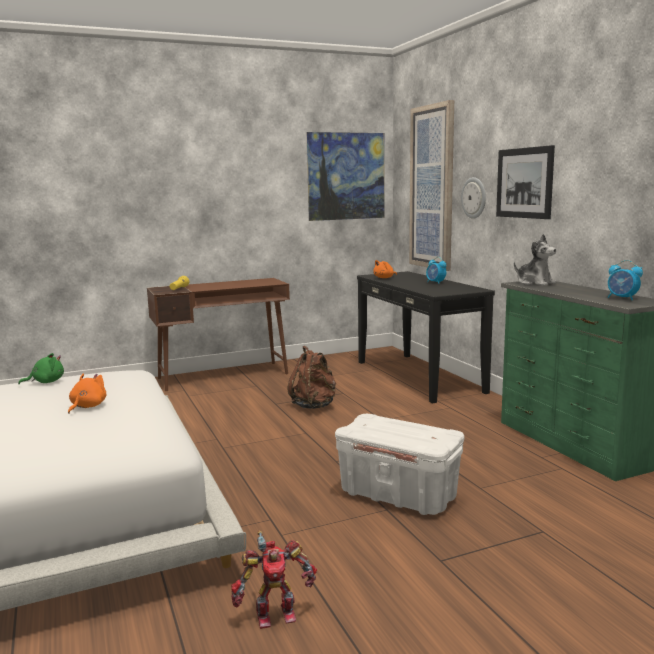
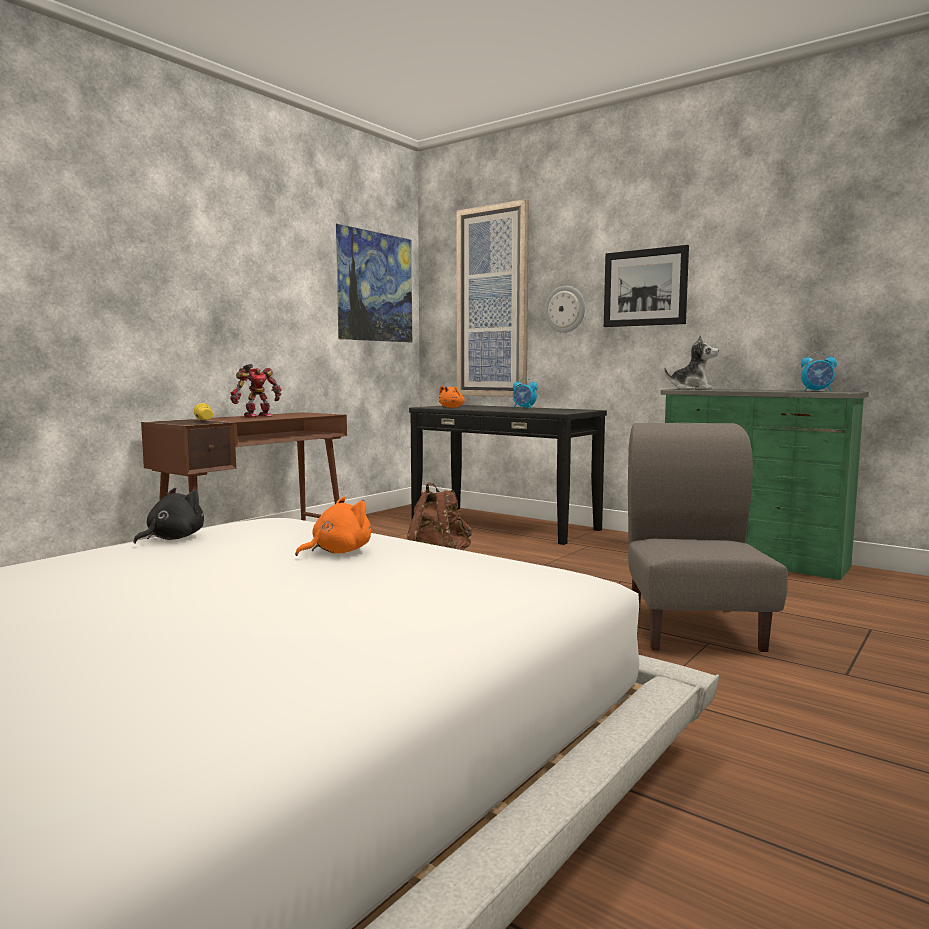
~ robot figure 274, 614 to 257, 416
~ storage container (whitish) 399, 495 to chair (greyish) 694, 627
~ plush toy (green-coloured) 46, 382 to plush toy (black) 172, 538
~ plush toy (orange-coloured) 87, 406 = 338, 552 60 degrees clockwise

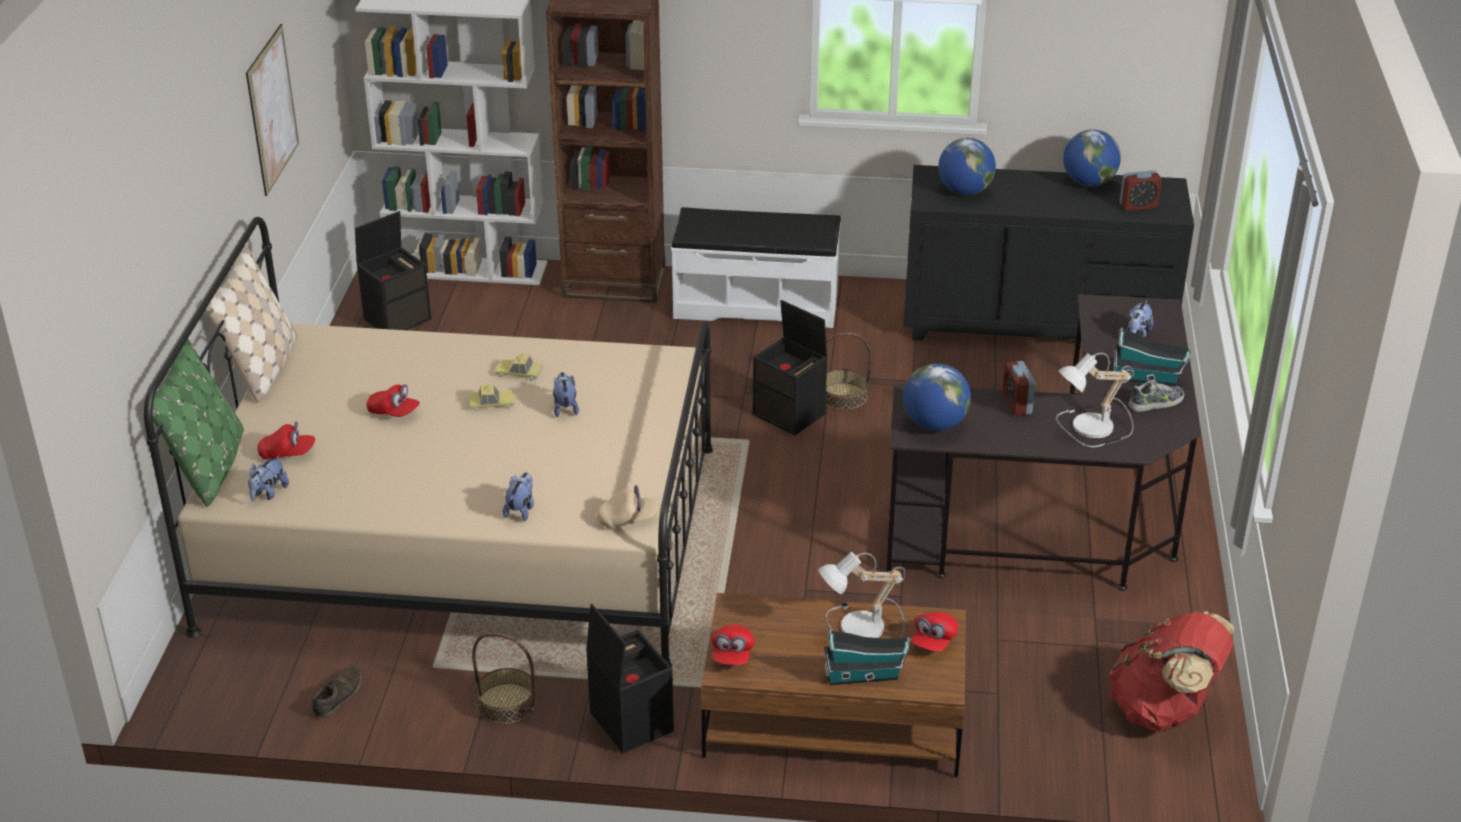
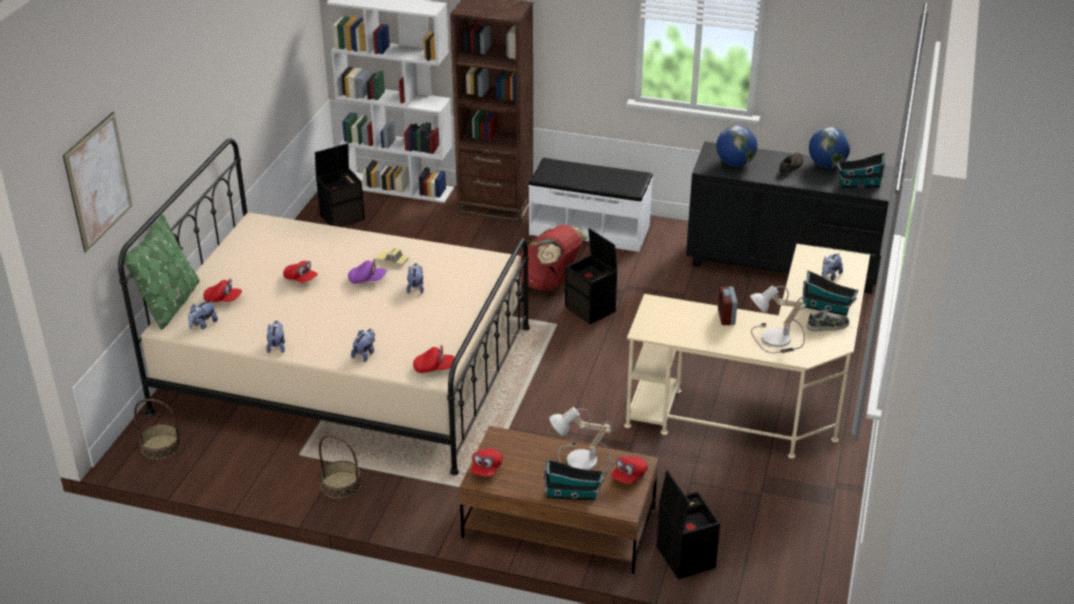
- throw pillow (beige) 262, 369
- desk globe 934, 424
+ plush toy 277, 346
~ wall art 272, 109 to 98, 181
~ shoe (brownish) 337, 696 to 791, 167
~ storage container (black) 629, 721 to 684, 556
~ basket 843, 396 to 161, 446
~ backpack (reddish) 1163, 710 to 550, 283
~ miniature car 491, 403 to peaked cap (purplish) 367, 280
~ bedside clock 1138, 206 to model house 857, 184
~ peaked cap (beige) 627, 519 to peaked cap (reddish) 434, 368
~ desk (black) 1062, 515 to desk (beige) 763, 400

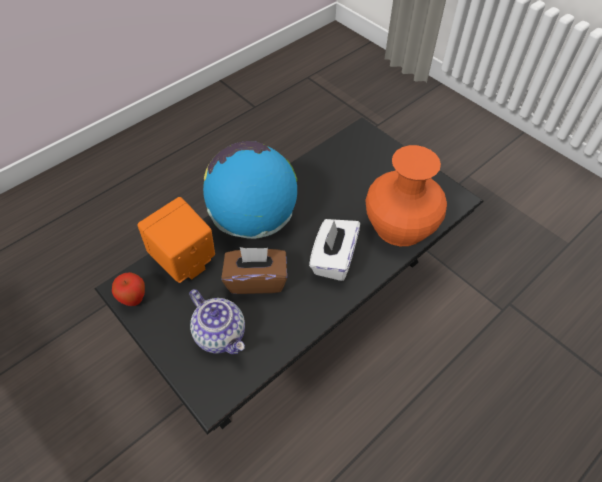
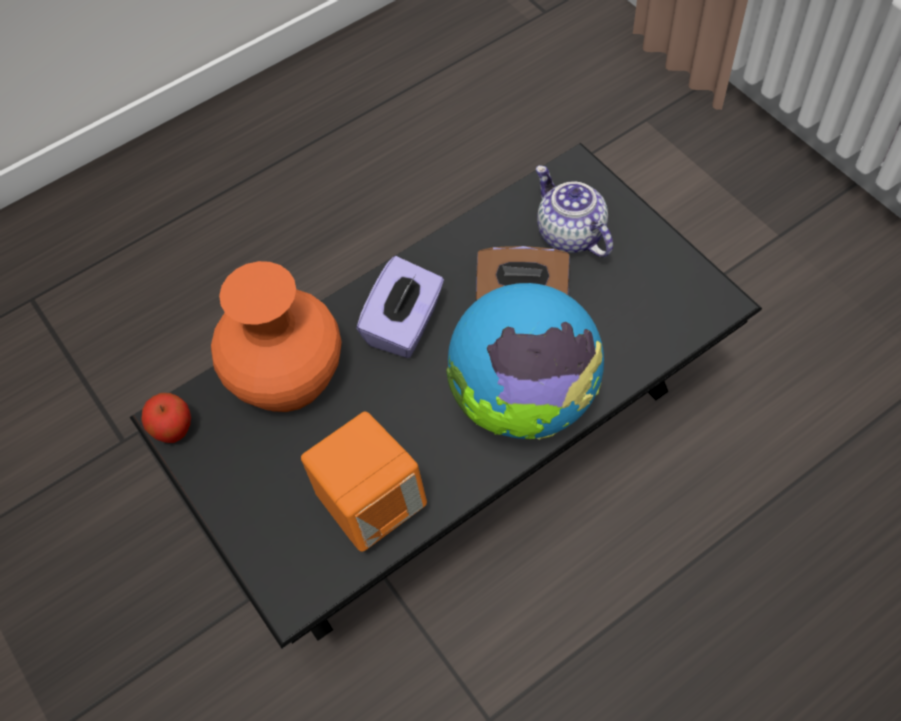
~ apple 134, 299 to 174, 432
~ speaker (orange-coloured) 185, 261 to 371, 505
~ tissue holder (whitish) 333, 259 to tissue holder (purplish) 404, 325

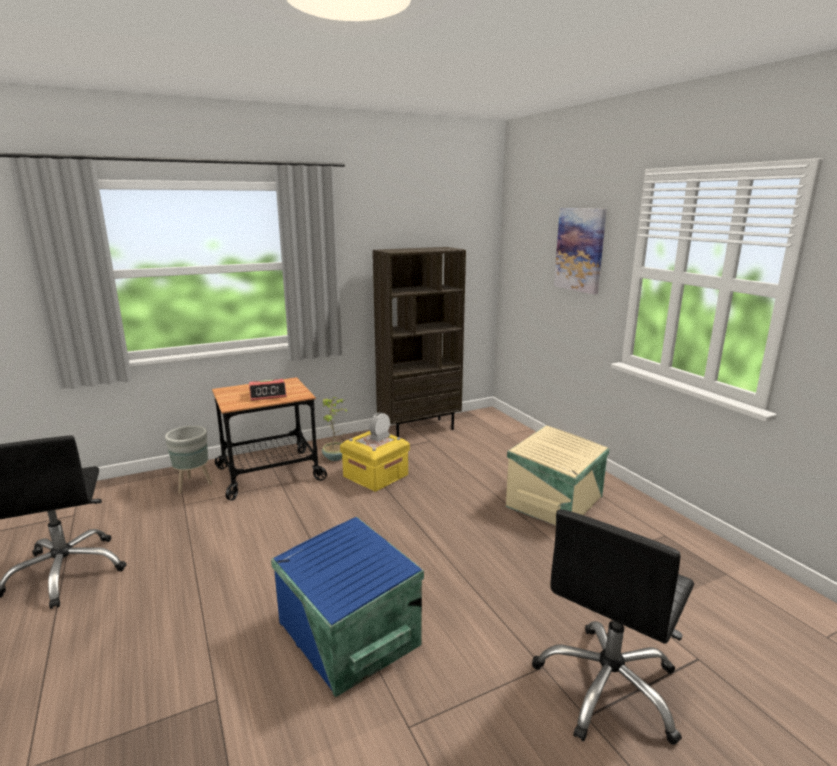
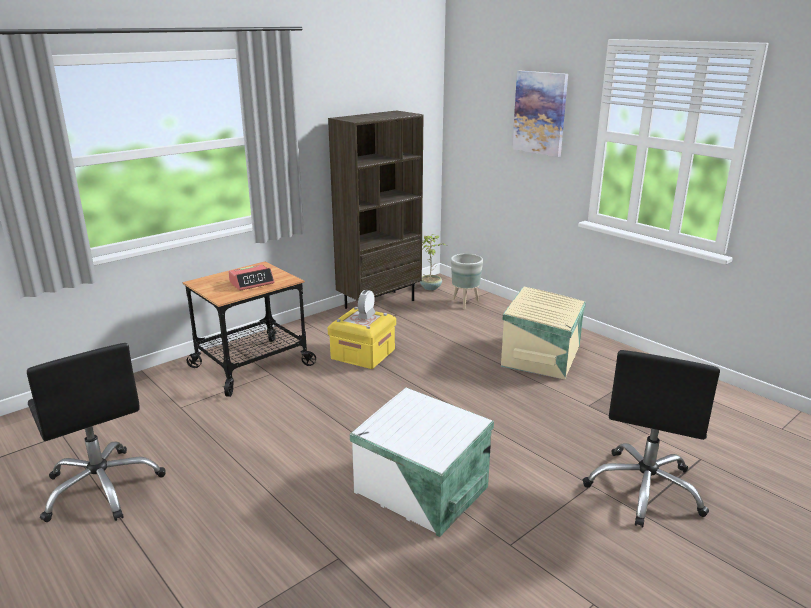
~ plant pot (greyish) 193, 485 to 465, 303
~ houseplant 336, 457 to 431, 287
~ storage container (blue) 347, 635 to storage container (whitish) 421, 491

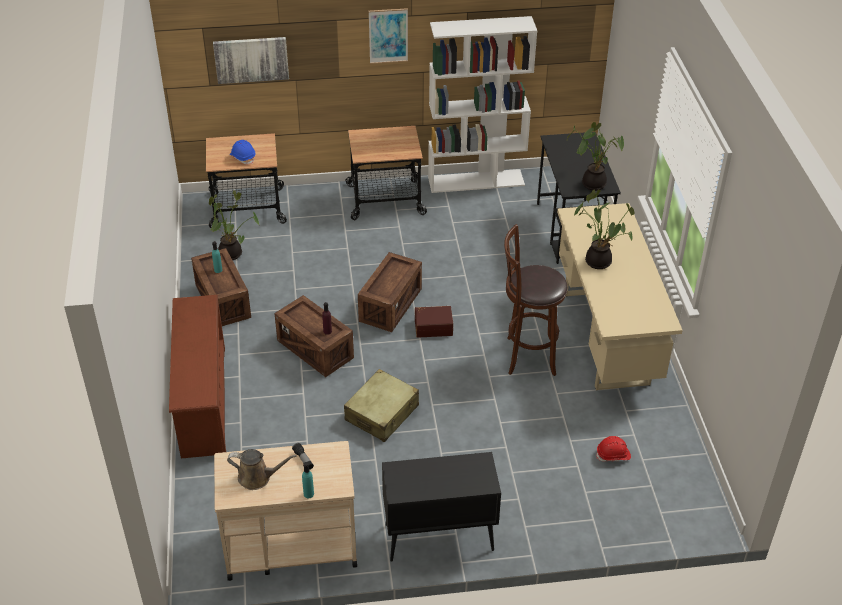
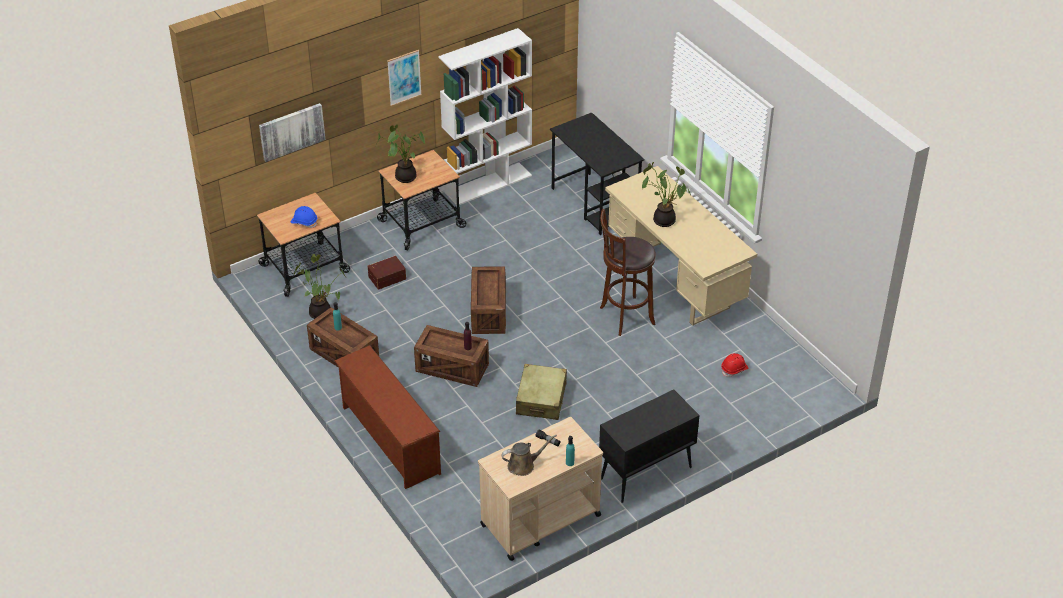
~ storage container (brownish) 433, 326 to 386, 277
~ houseplant 593, 183 to 404, 176

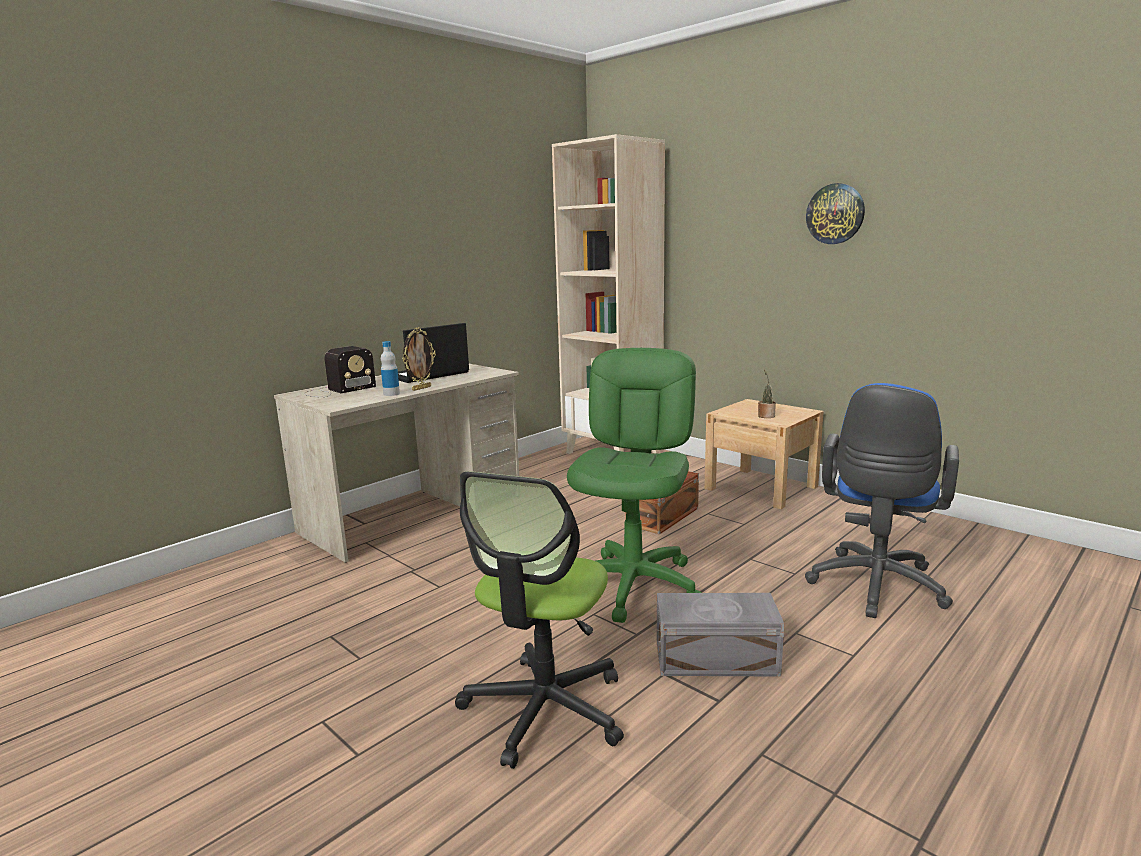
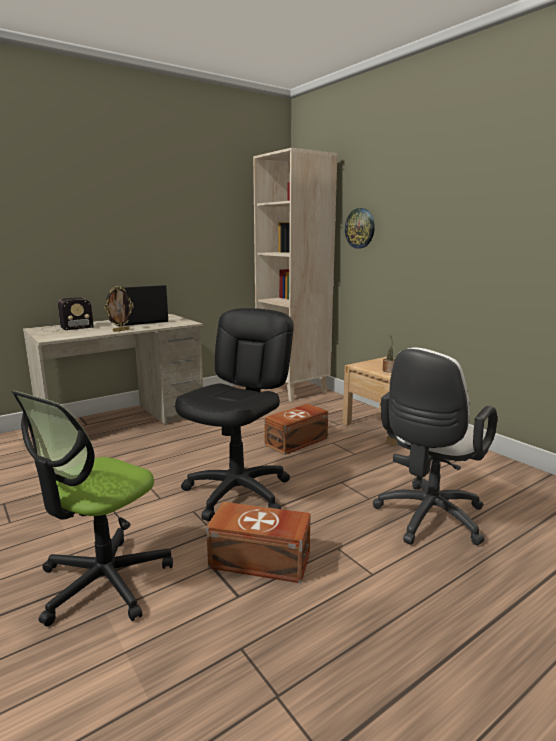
- beverage bottle 391, 394
~ clock on the wall 835, 214 to 360, 228
~ desk chair (green-coloured) 634, 585 to desk chair (black) 238, 492
~ storage container (greyish) 718, 659 to storage container (brownish) 261, 561
~ desk chair (blue) 875, 588 to desk chair (whitish) 427, 519

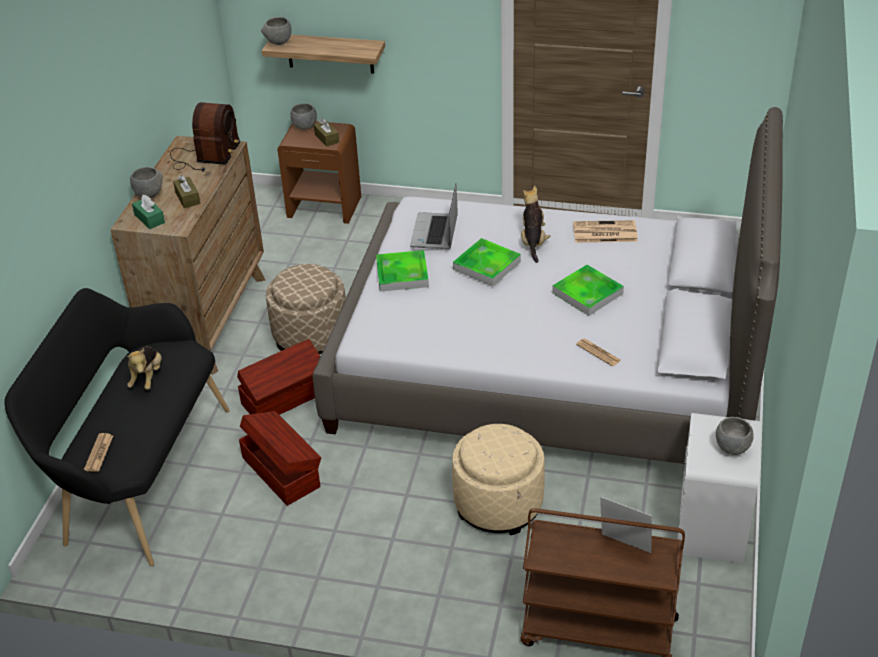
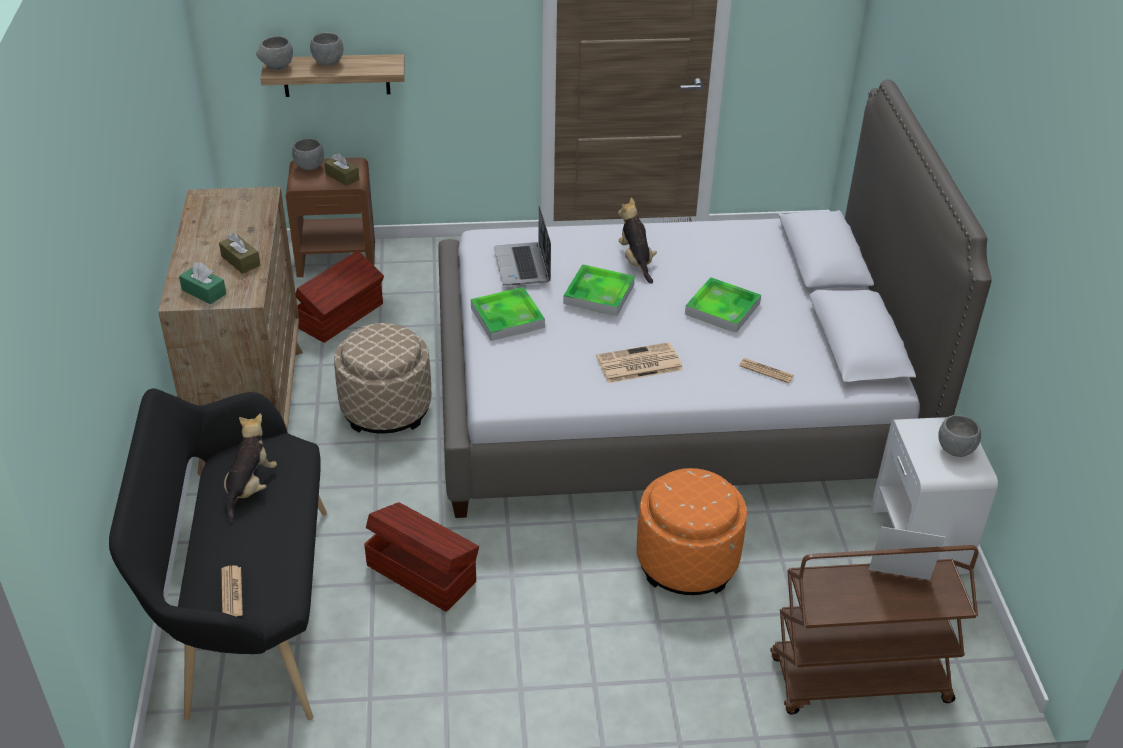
- radio set 205, 156
~ bowl (greyish) 150, 195 to 329, 63
~ storage container (brownish) 286, 398 to 342, 316
~ daily paper 604, 233 to 638, 364
~ footrest (beige) 498, 504 to footrest (orange-coloured) 687, 561
~ plush toy 147, 377 = 250, 487 150 degrees counterclockwise

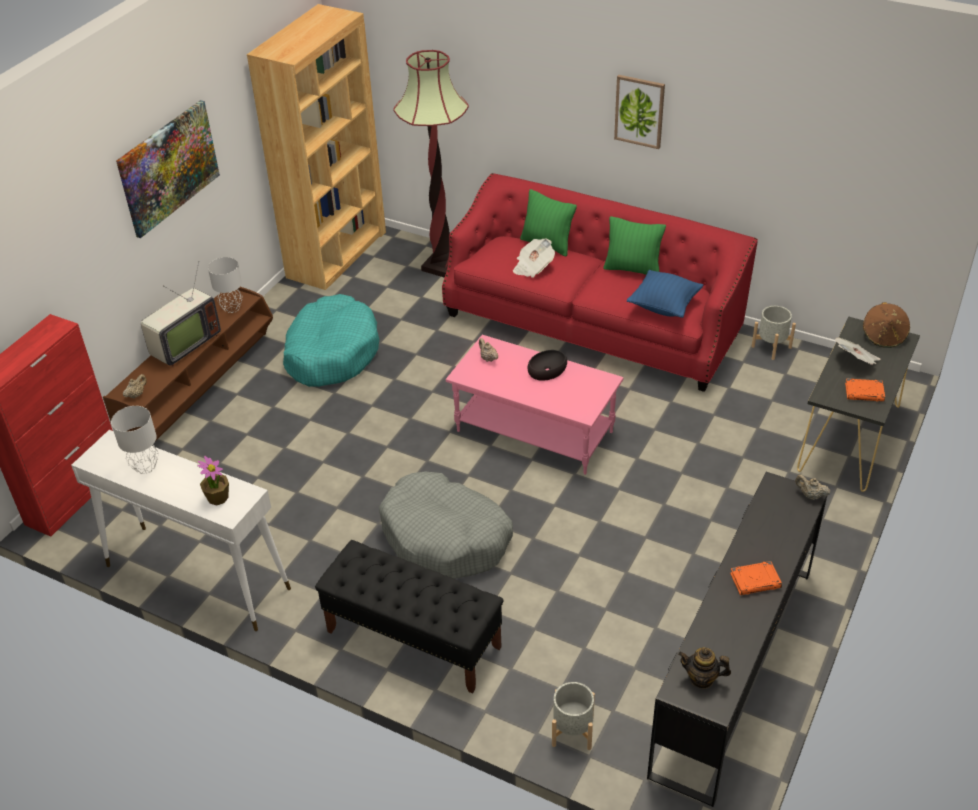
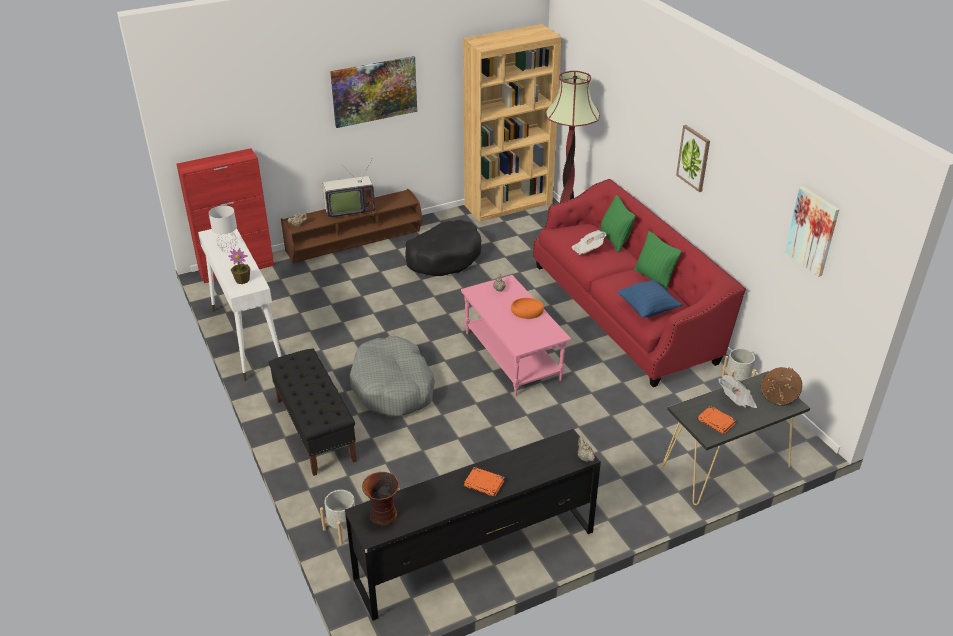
- tabletop lamp (greyish) 232, 308
+ wall art 812, 231
~ pot for tea 702, 679 to decorative vase 383, 516
~ pet bed (turquoise) 331, 353 to pet bed (black) 444, 257
~ bowl (black) 547, 369 to bowl (orange-coloured) 527, 312

